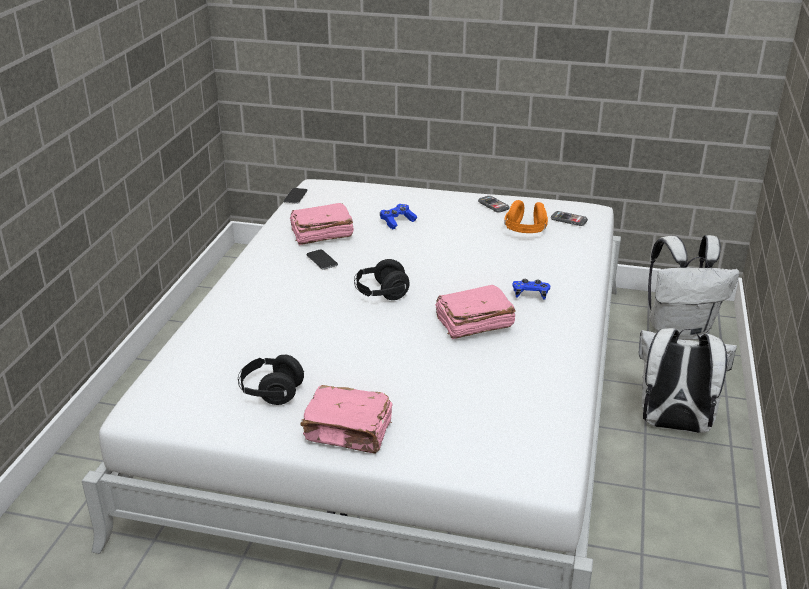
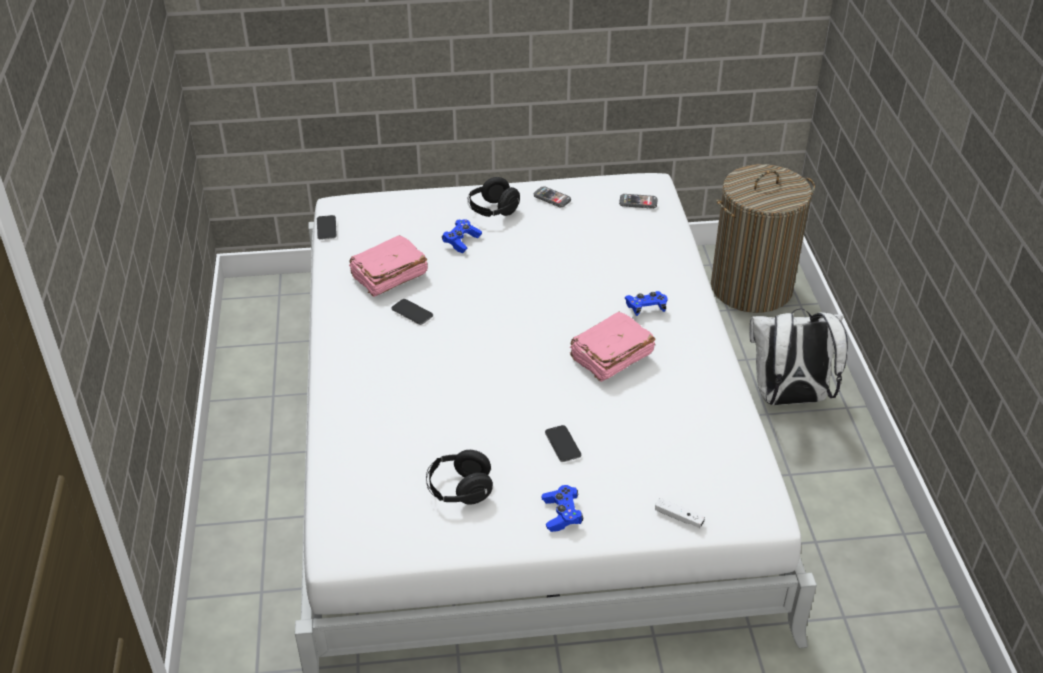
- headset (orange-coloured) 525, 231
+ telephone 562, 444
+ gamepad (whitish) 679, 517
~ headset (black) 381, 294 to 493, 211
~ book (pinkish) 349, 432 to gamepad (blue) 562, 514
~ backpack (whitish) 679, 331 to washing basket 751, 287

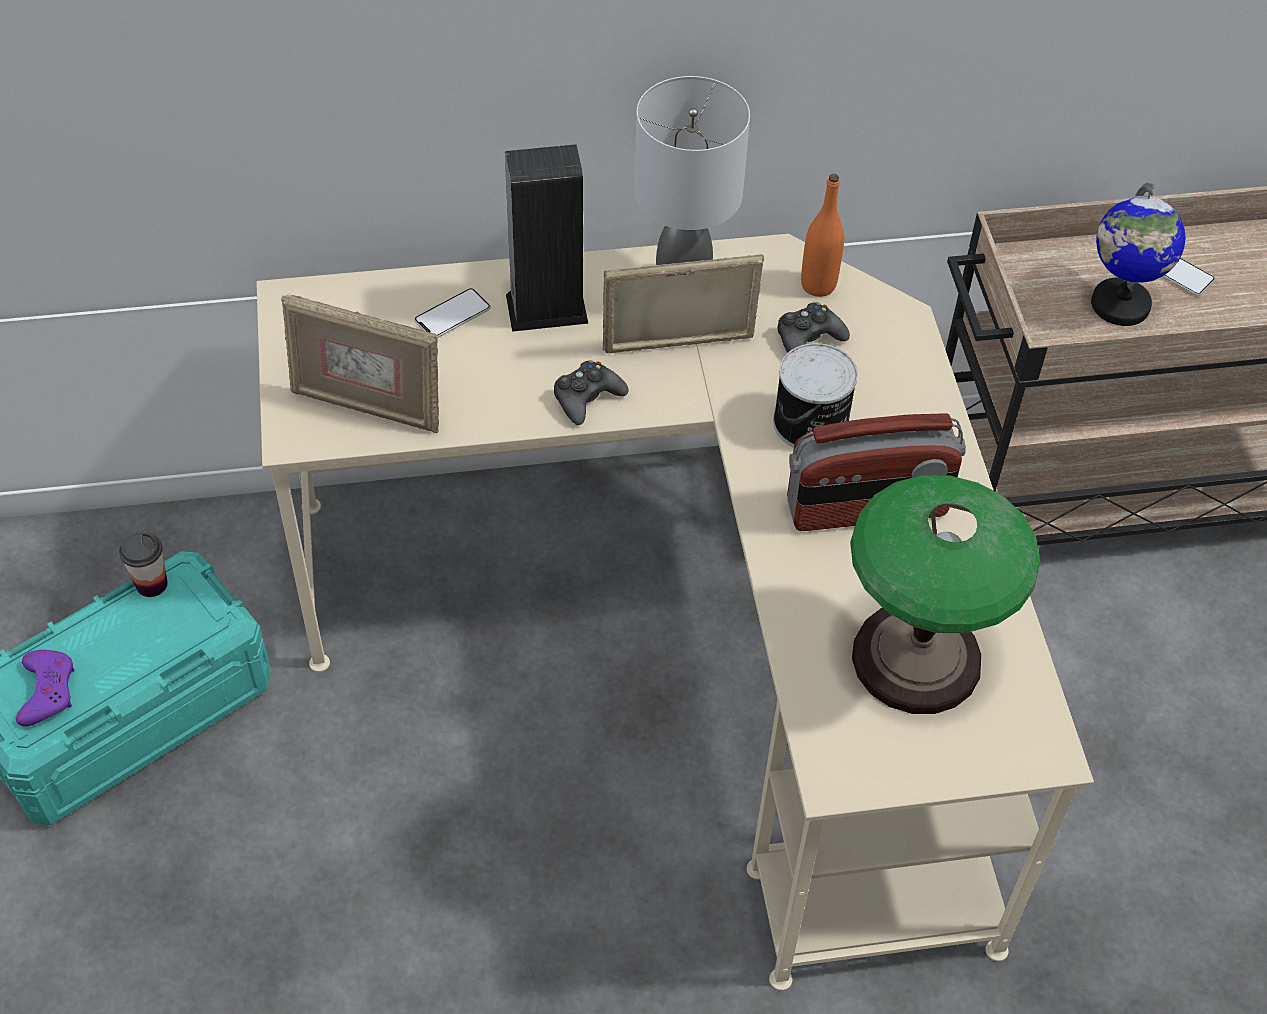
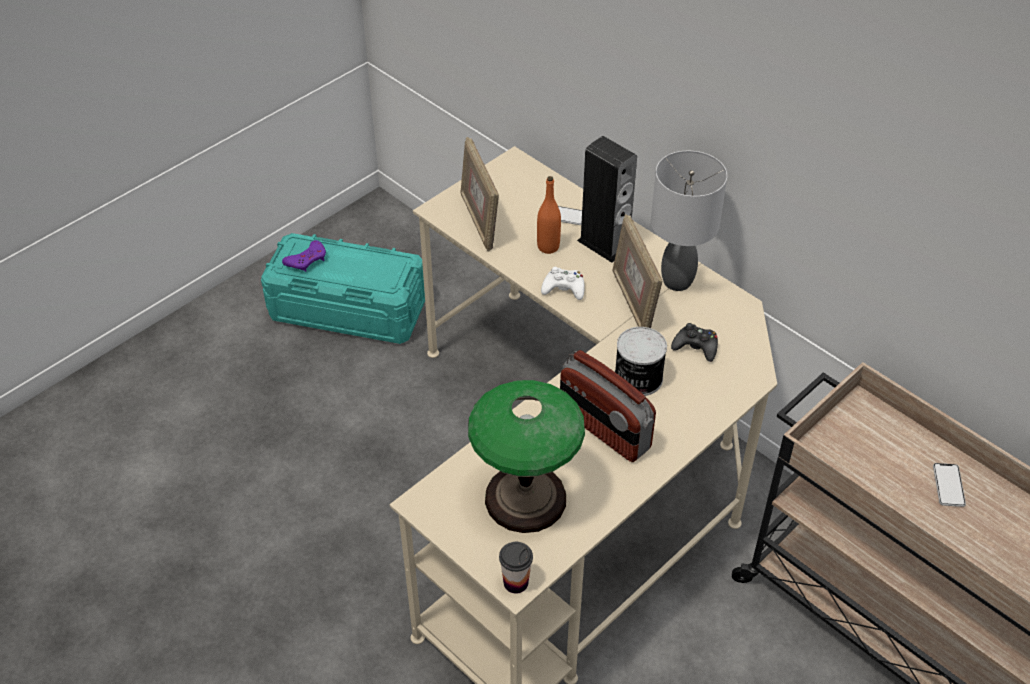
- desk globe 1119, 305
~ cup 152, 584 to 516, 582
~ beverage bottle (orange-coloured) 818, 285 to 548, 247
~ gamepad (black) 587, 398 to gamepad (whitish) 564, 288
~ photo frame 679, 347 = 633, 303 150 degrees counterclockwise

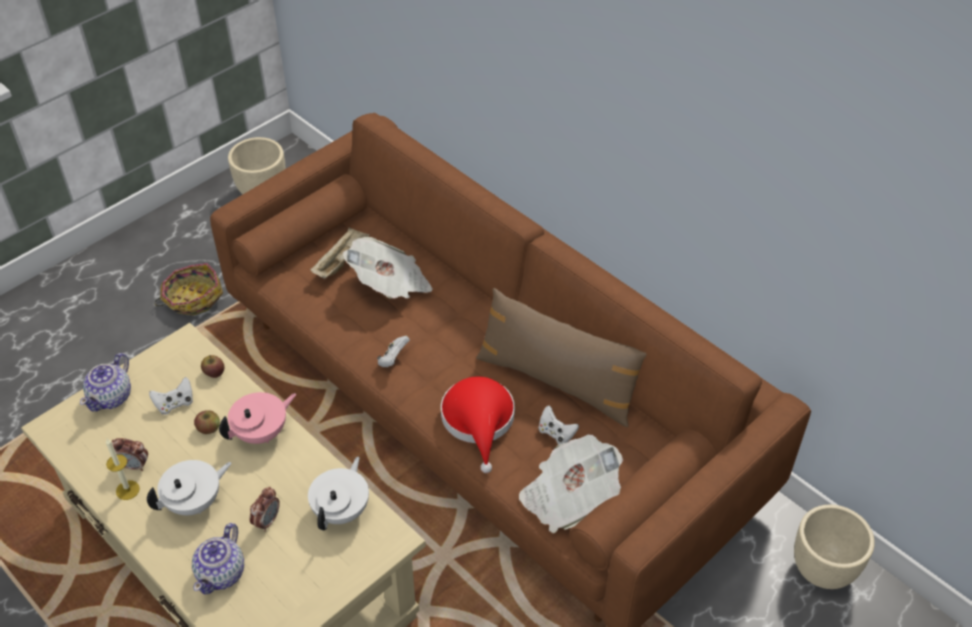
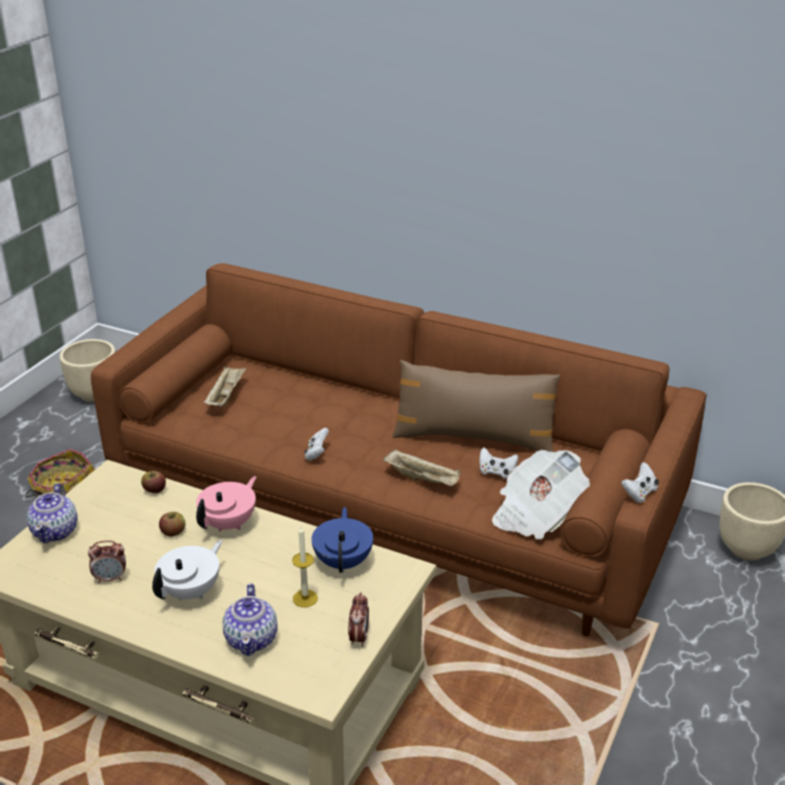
- daily paper 390, 285
~ wax candle 127, 490 to 305, 598
~ gamepad (whitish) 175, 404 to 639, 493
~ bedside clock 267, 521 to 359, 637
~ wearable hat (reddish) 479, 421 to tray (beige) 423, 479
~ pot for tea (whitish) 342, 510 to pot for tea (blue) 344, 561

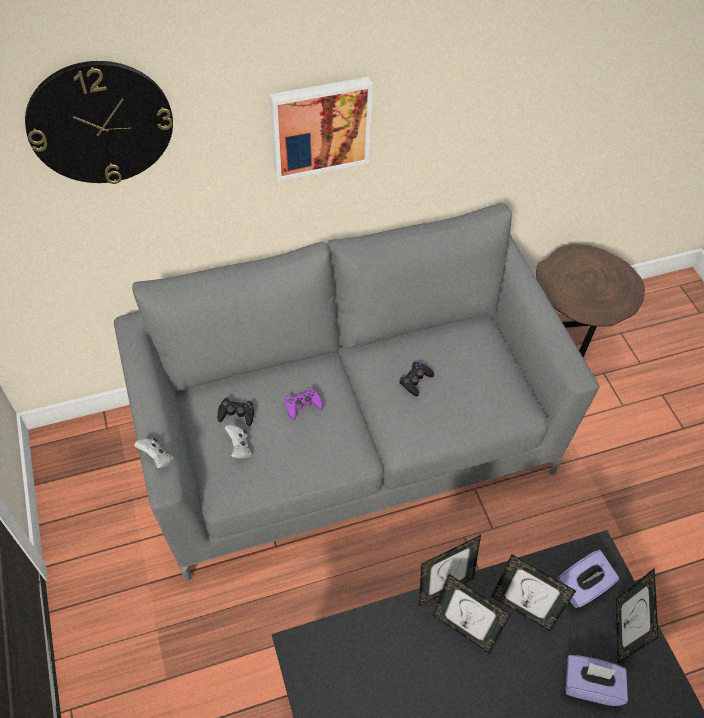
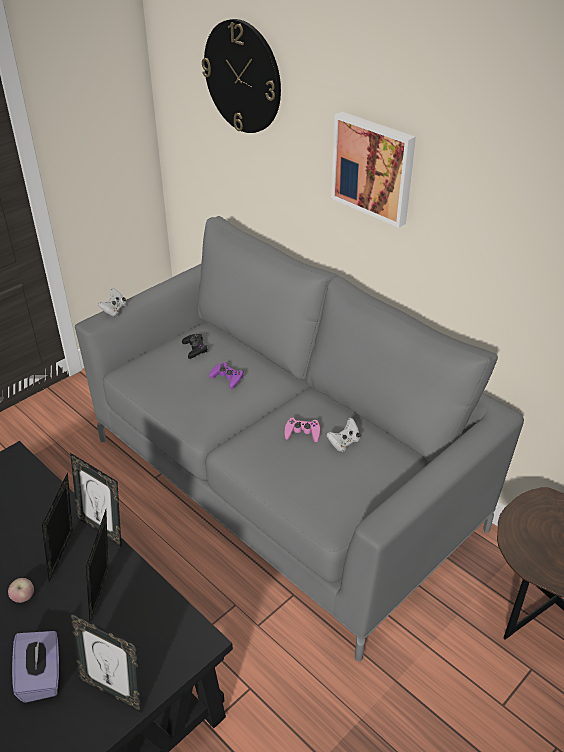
- tissue holder (purplish) 582, 587
+ apple 23, 598
~ gamepad (whitish) 239, 447 to 344, 443
~ gamepad (black) 415, 380 to gamepad (pinkish) 302, 432
~ photo frame 622, 631 = 113, 690 135 degrees counterclockwise

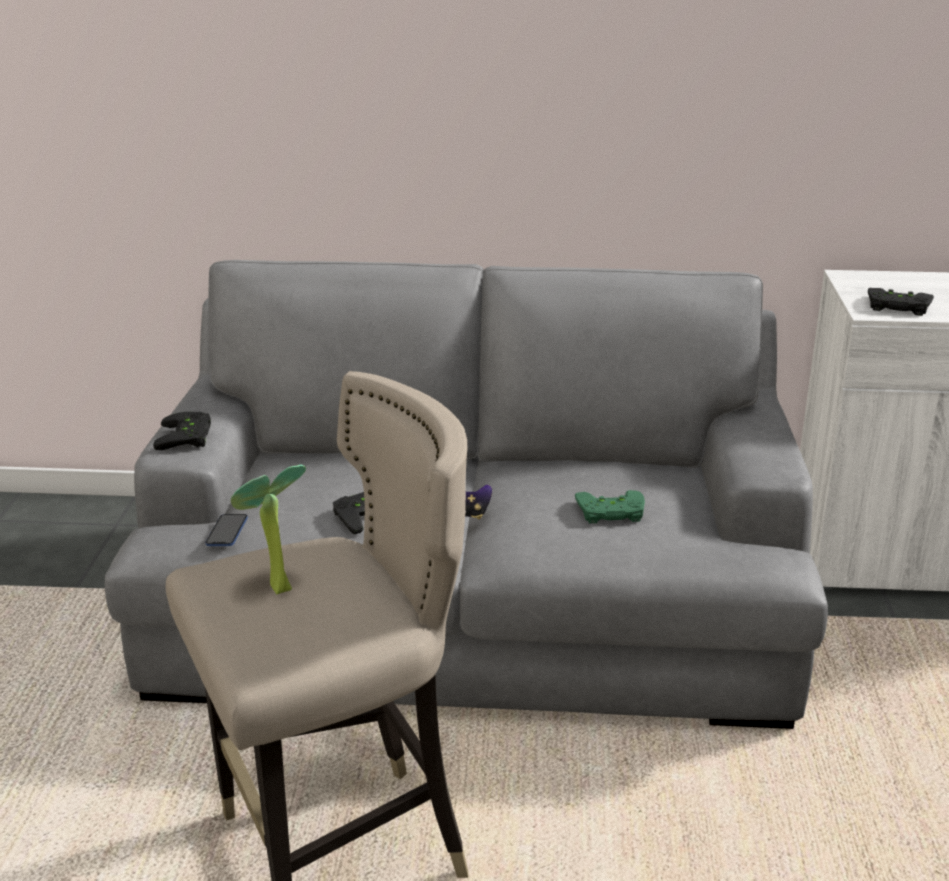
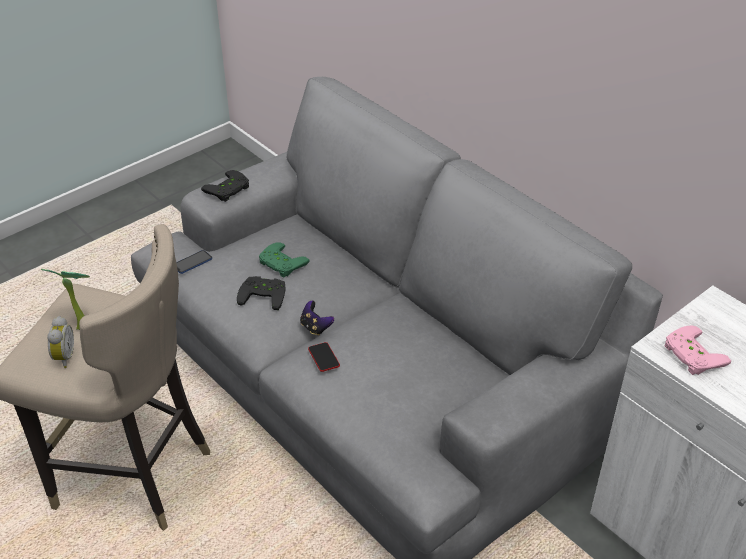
+ bedside clock 63, 357
+ telephone 323, 359
~ gamepad (green-coloured) 610, 513 to 280, 264
~ gamepad (black) 897, 307 to gamepad (pinkish) 691, 355

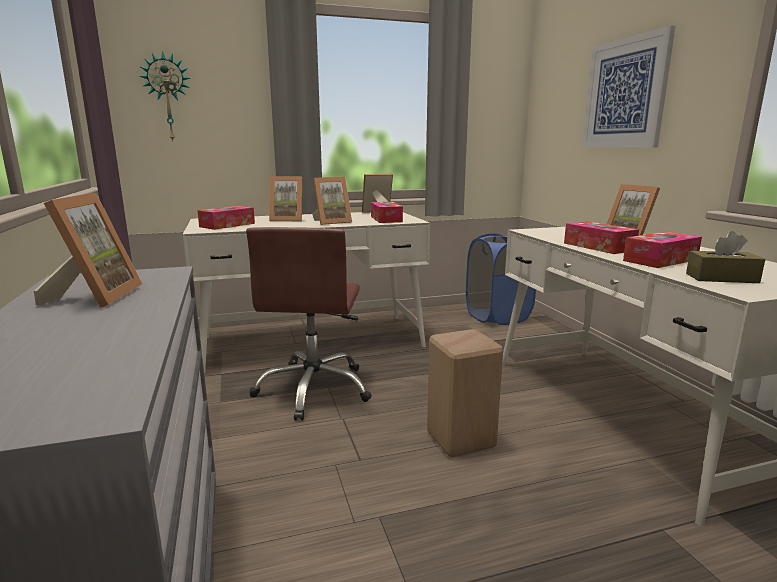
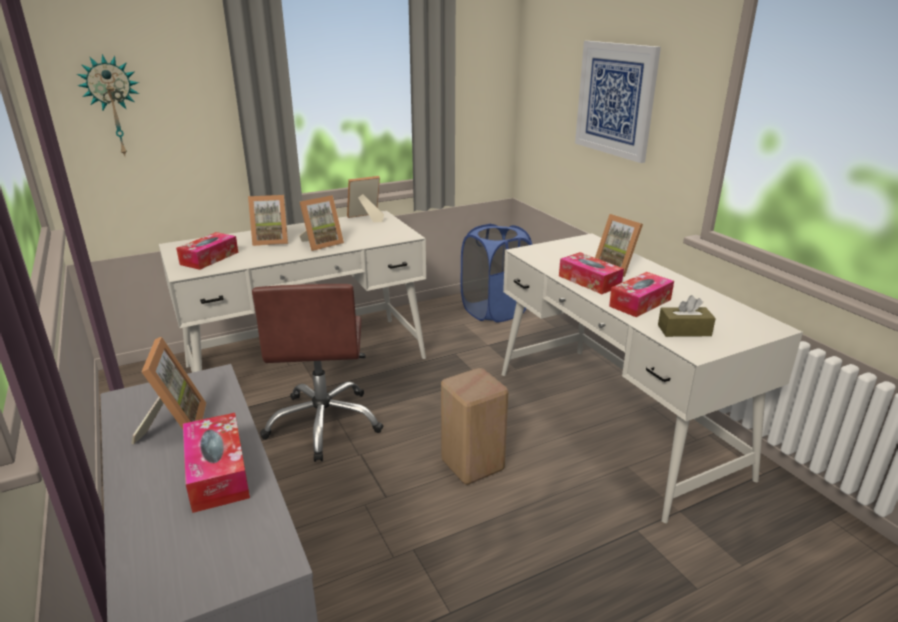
~ tissue holder 386, 219 to 217, 472

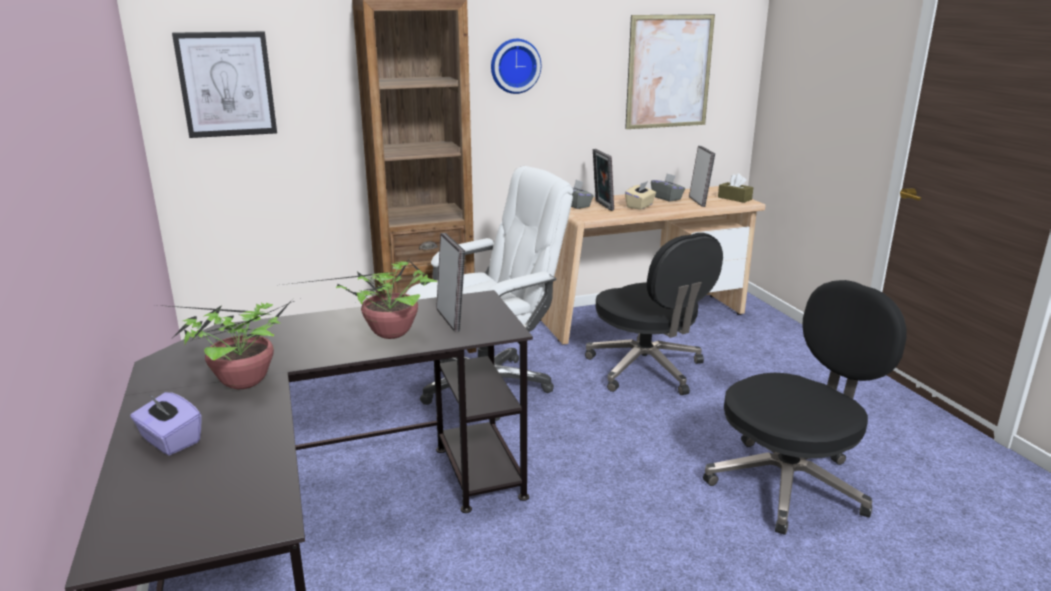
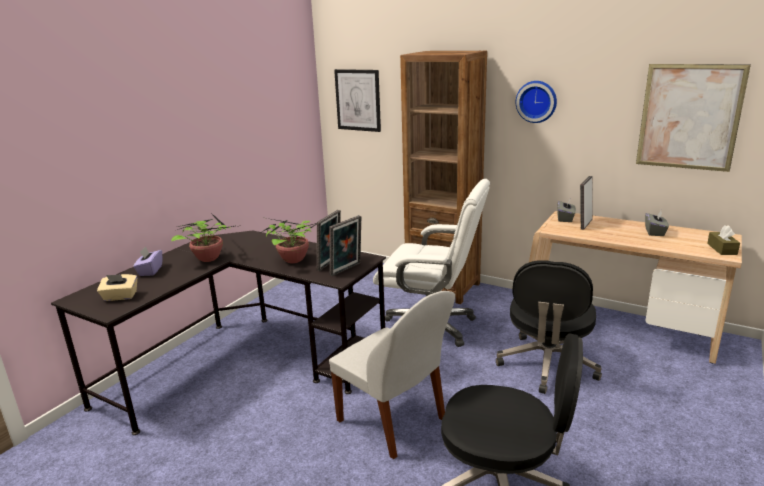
+ chair (whitish) 393, 421
~ tissue holder (beige) 640, 206 to 120, 297
~ photo frame 699, 201 to 347, 270

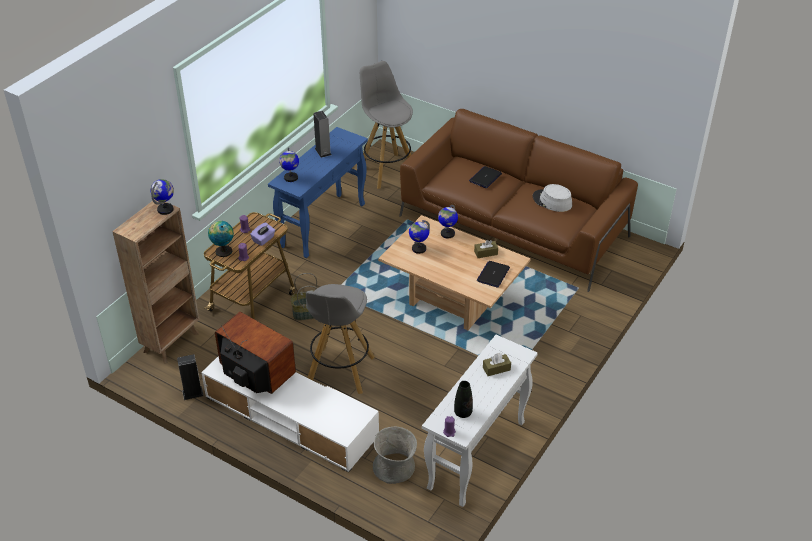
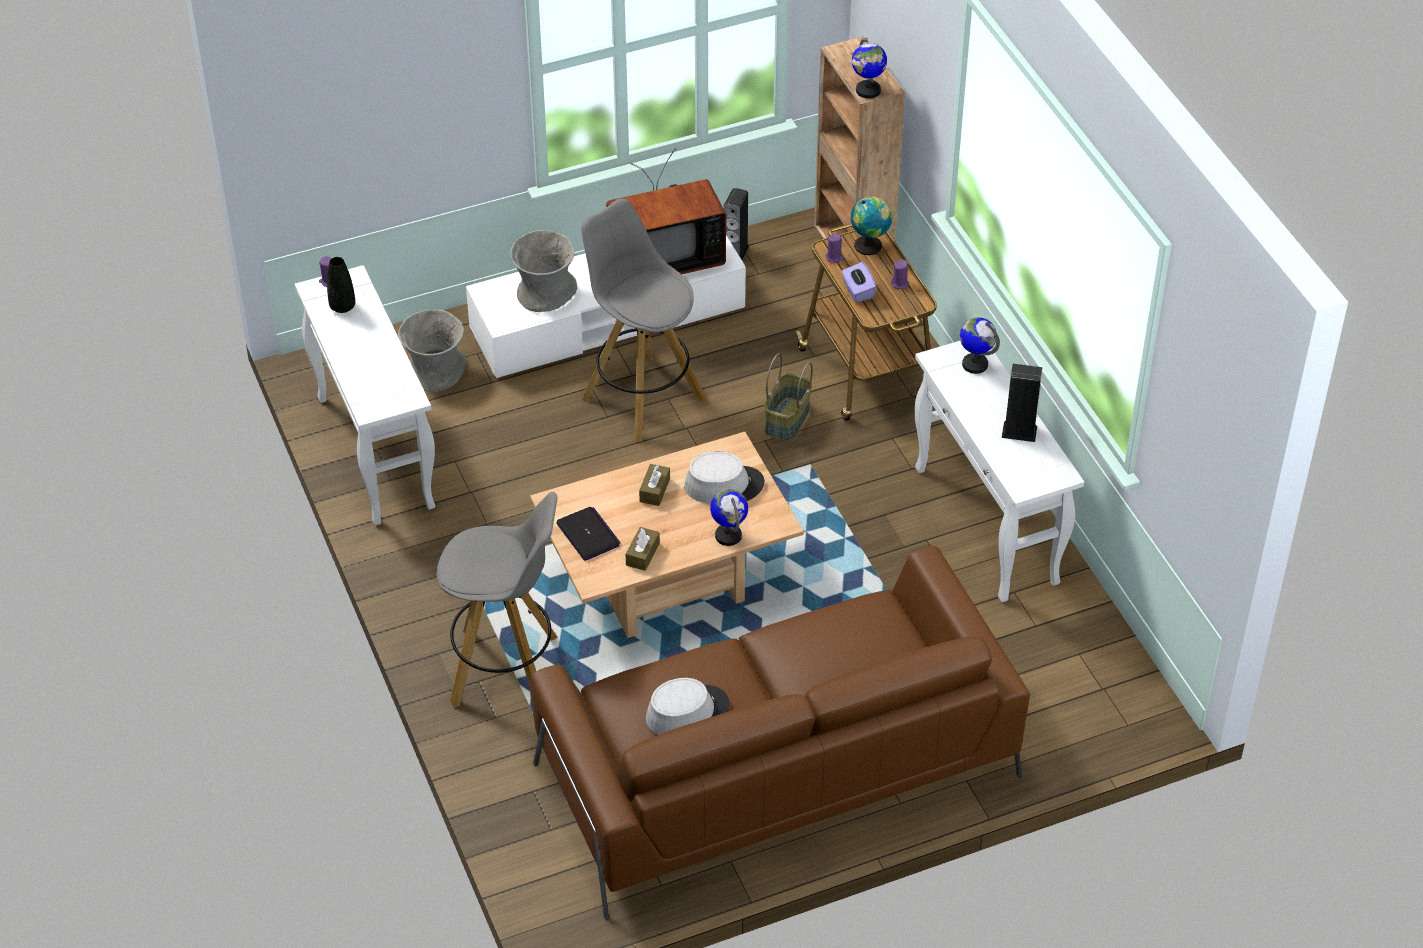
- notebook computer 485, 178
+ decorative vase (greyish) 545, 293
~ sitting stool (greyish) 387, 170 to 507, 670
~ tissue holder (brownish) 496, 369 to 654, 490
~ desk globe 418, 248 to wearable hat (greyish) 724, 484
~ hall table (blue) 323, 225 to hall table (whitish) 987, 527

